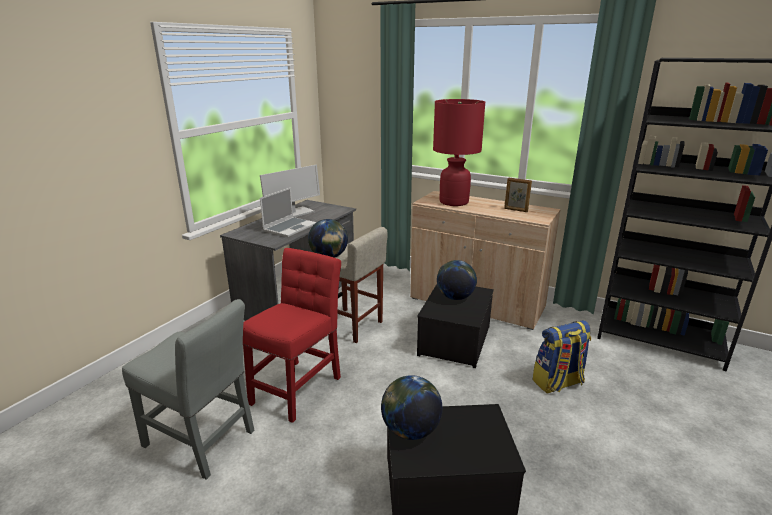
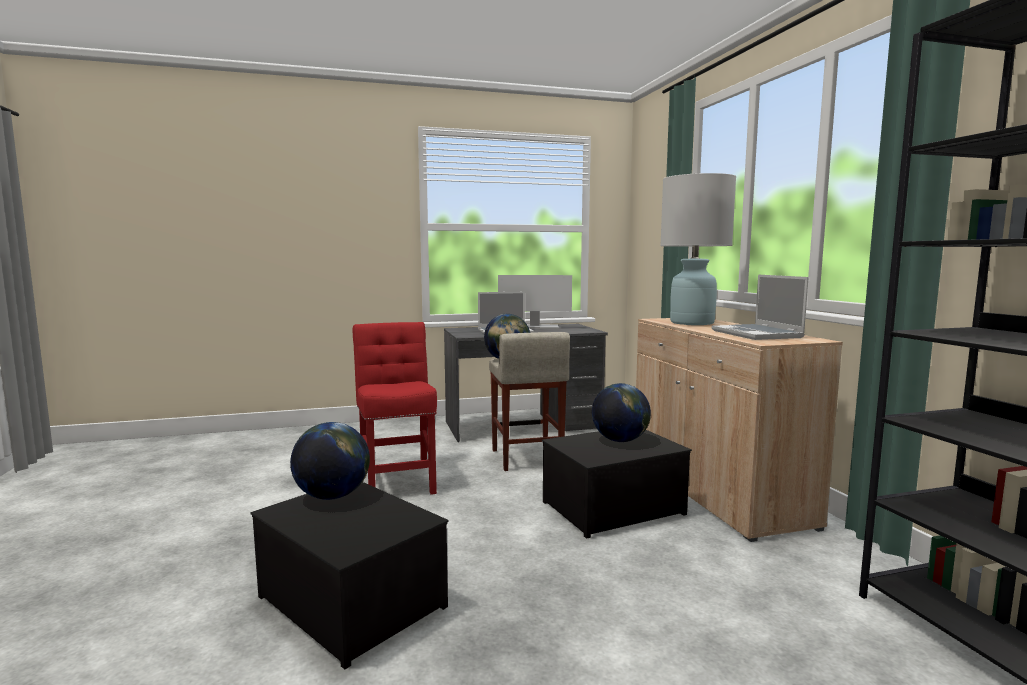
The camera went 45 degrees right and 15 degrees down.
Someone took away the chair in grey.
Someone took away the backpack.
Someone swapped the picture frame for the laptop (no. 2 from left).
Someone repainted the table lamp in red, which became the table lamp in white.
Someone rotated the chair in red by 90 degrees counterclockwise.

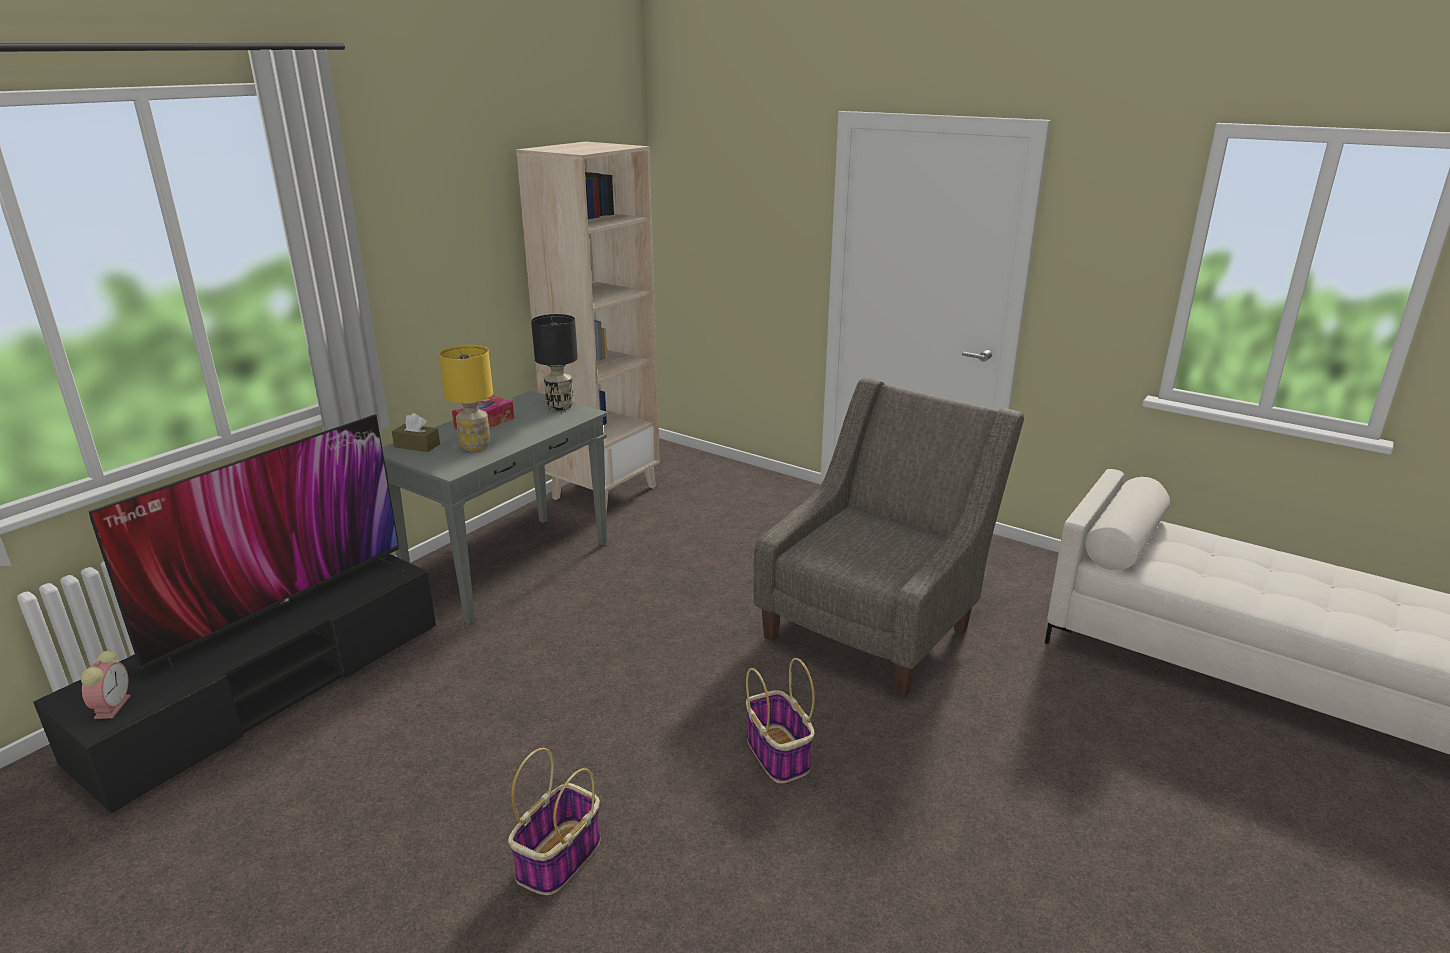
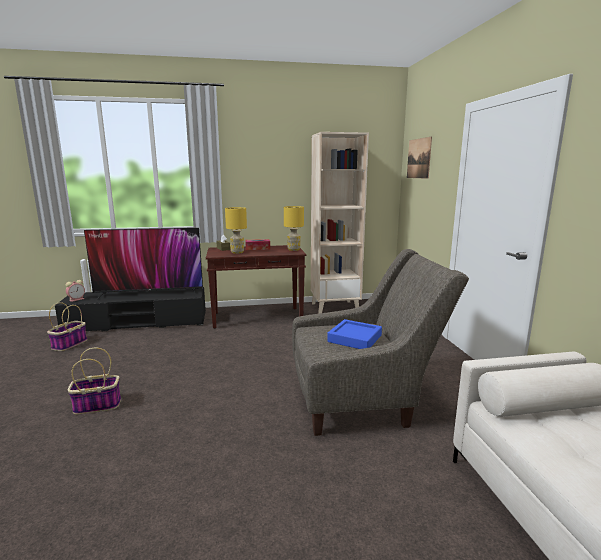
The camera went 45 degrees right and 10 degrees down.
Someone put down the tray in blue.
Someone put up the picture.
Someone carried the basket (no. 2 from left in the first image).
Someone repainted the console table in grey, which became the console table in brown.
Someone repainted the table lamp in black, which became the table lamp in yellow (no. 2 from left).

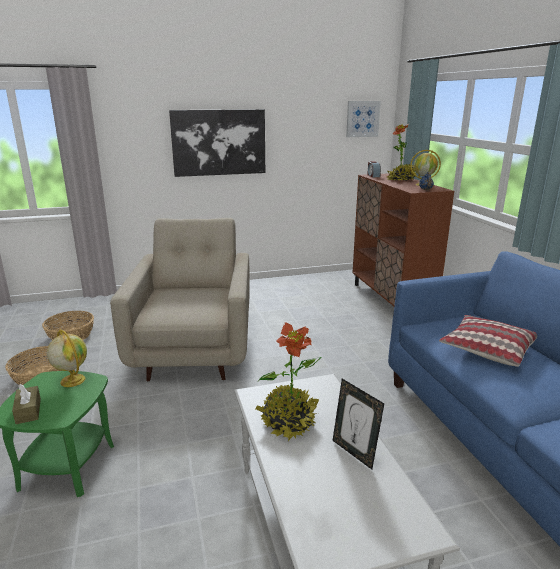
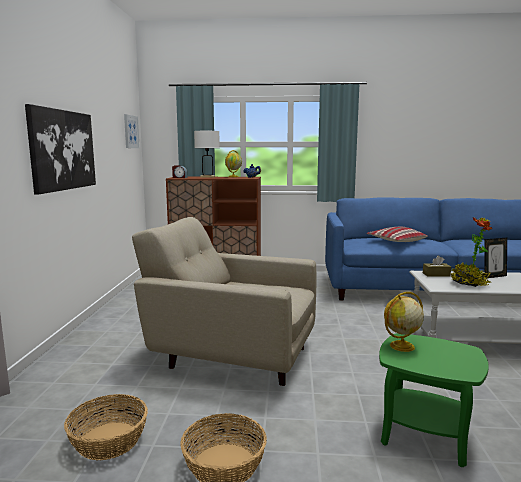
The camera went 70 degrees left and 10 degrees down.
Someone carried the tissue box in brown.
Someone swapped the potted plant (no. 2 from left) for the table lamp in white.

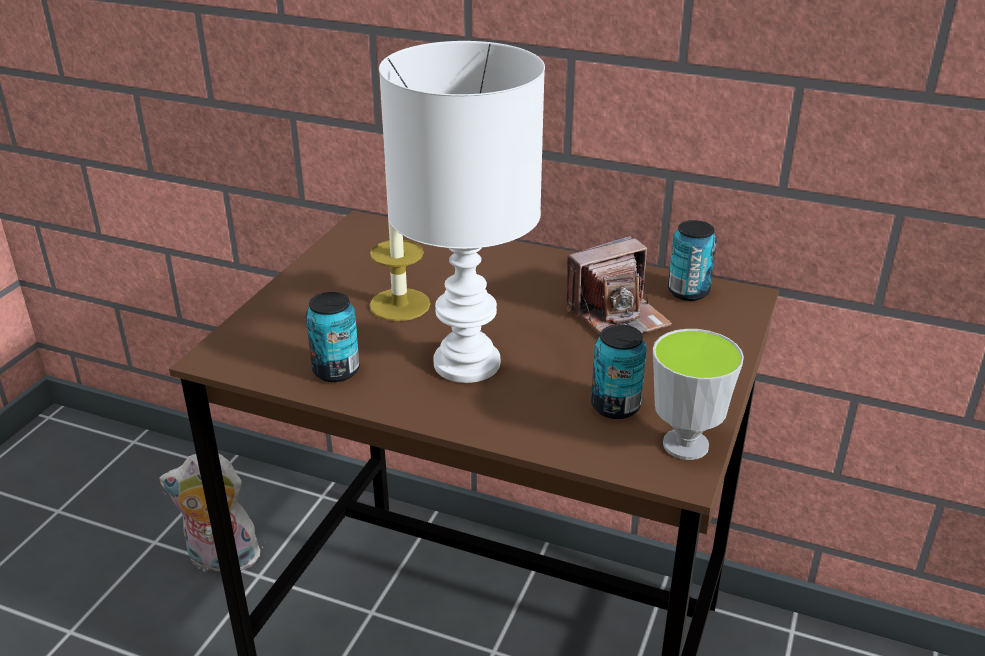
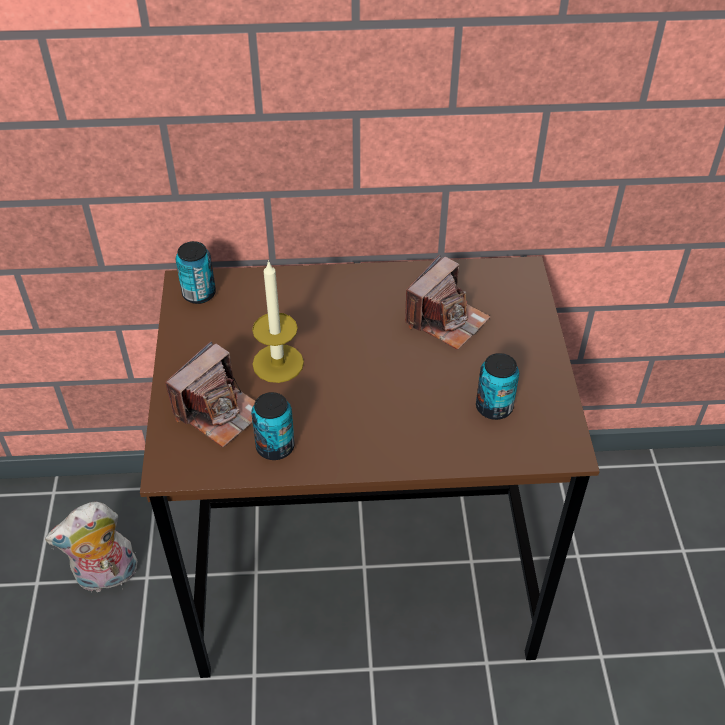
The camera went 25 degrees left and 15 degrees up.
Someone took away the table lamp in white.
Someone took away the cup.
Someone put down the photo camera (no. 1 from left).
Someone carried the can (no. 3 from left in the first image).

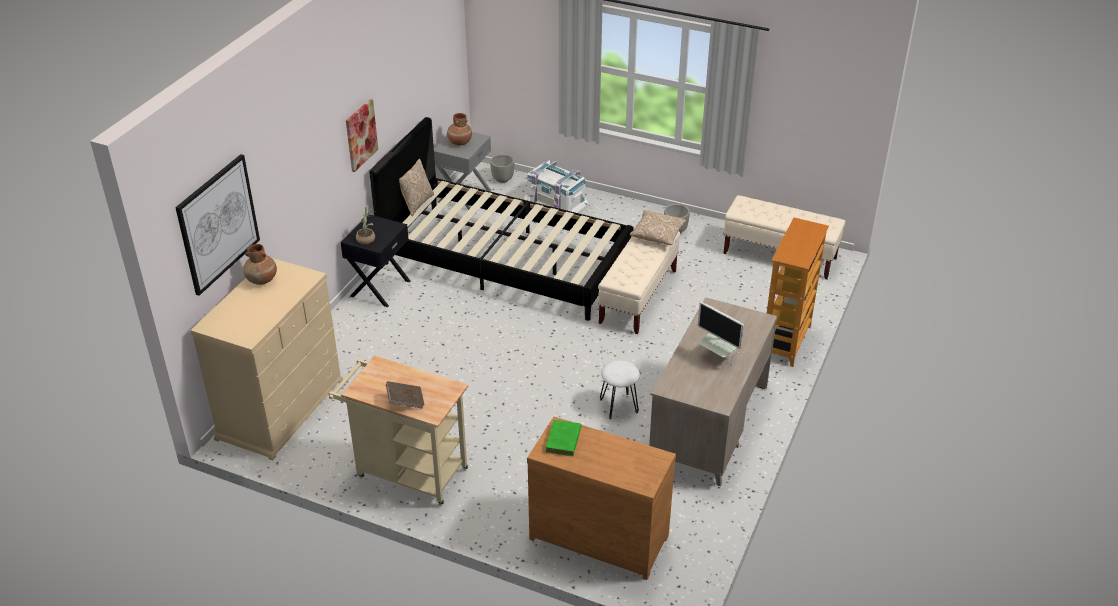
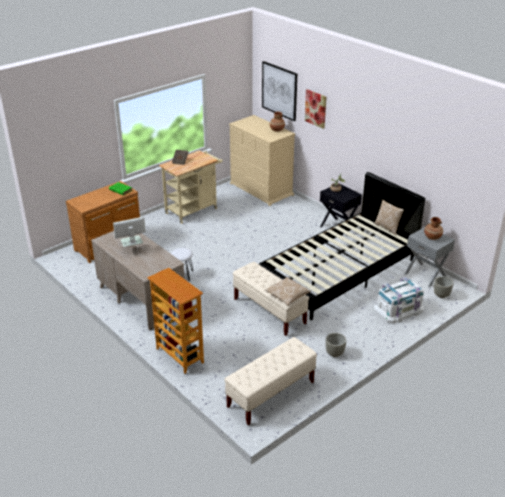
The camera went 115 degrees right and 5 degrees down.
Someone carried the picture (no. 2 from left).

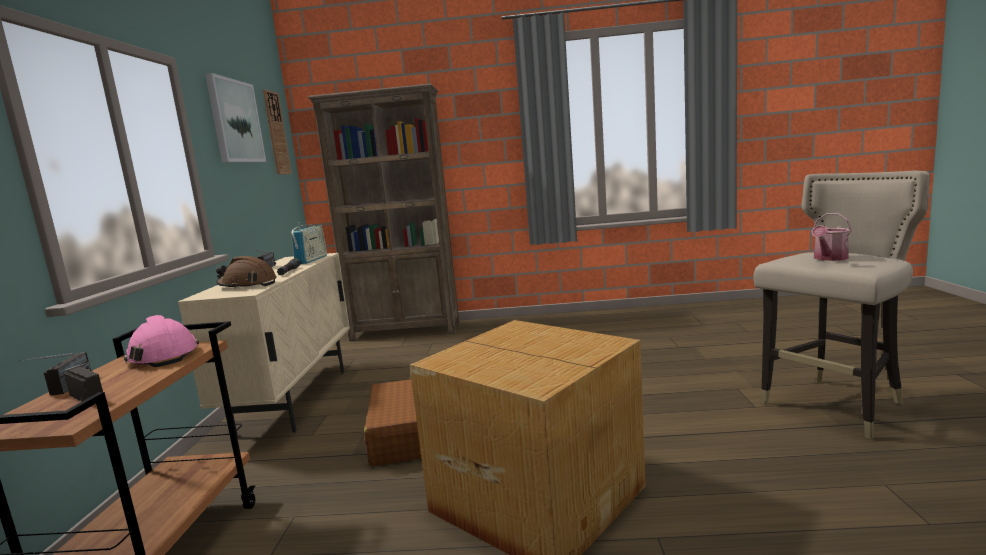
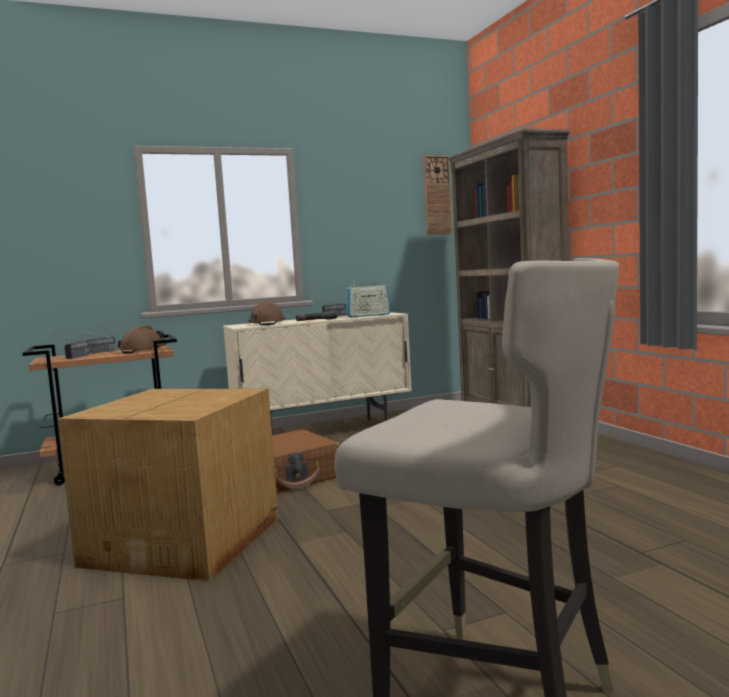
The camera went 65 degrees right and 5 degrees down.
Someone took away the picture.
Someone took away the watering can.
Someone repainted the hard hat in pink, which became the hard hat in brown (no. 1 from left).

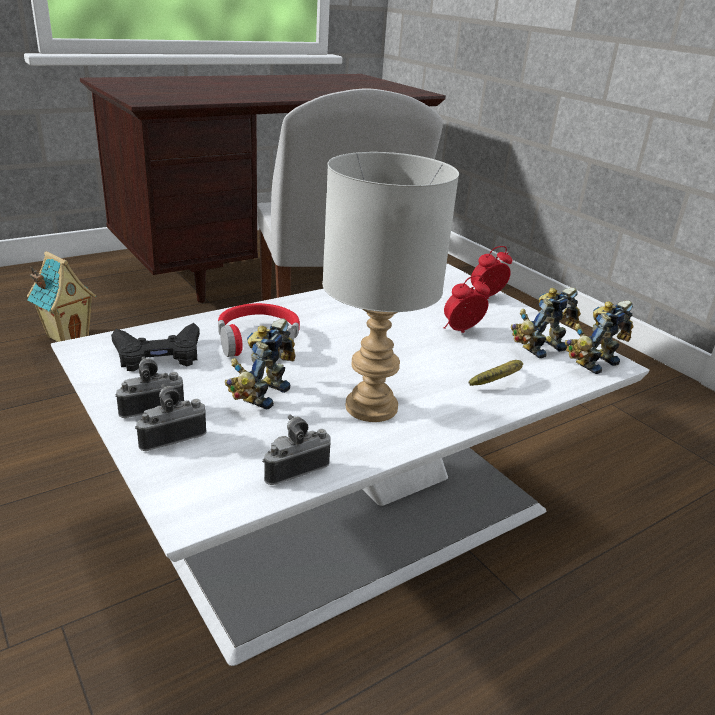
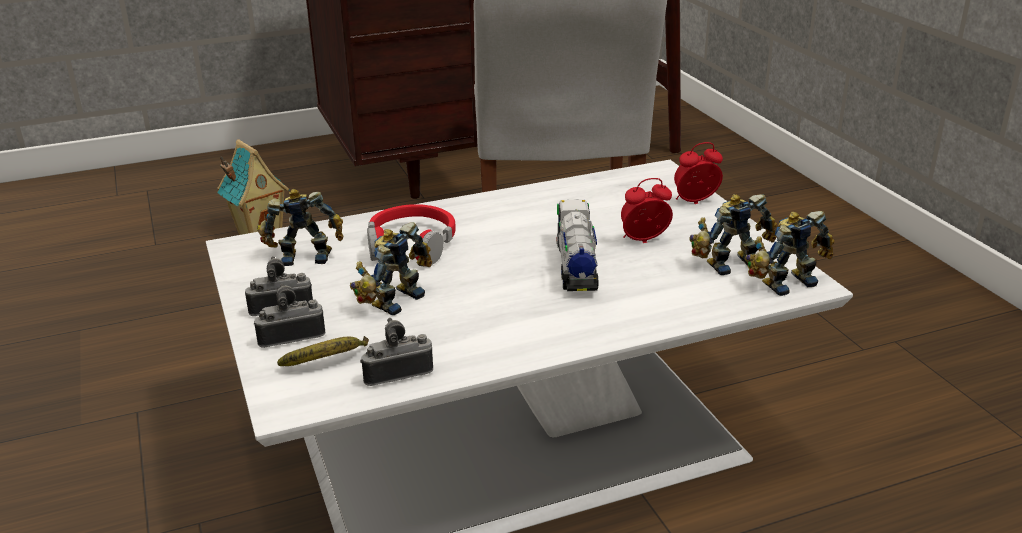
The camera went 15 degrees right and 0 degrees up.
Someone took away the table lamp in grey.
Someone put down the toy truck.
Someone carried the banana.
Someone swapped the game controller in black for the toy robot (no. 1 from left).

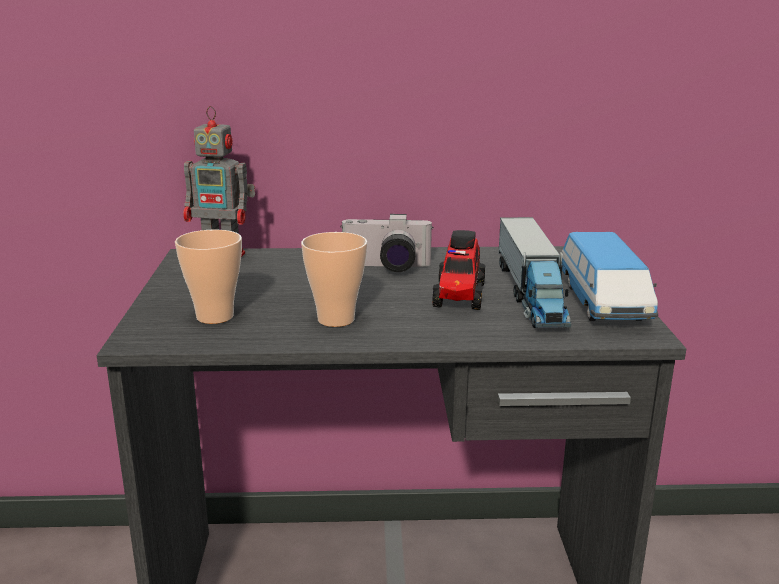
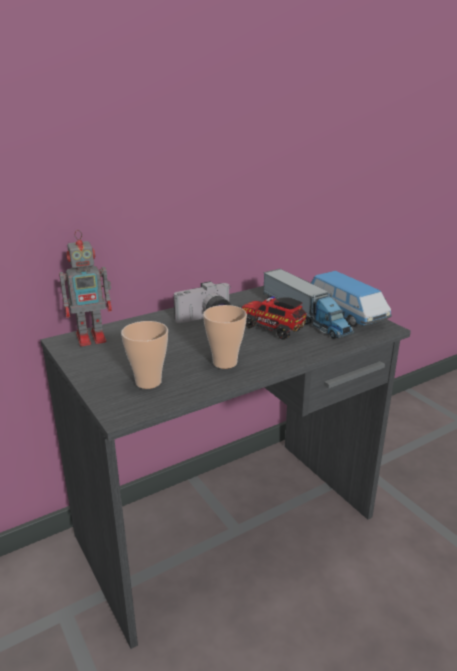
The camera went 30 degrees left and 5 degrees up.
Someone rotated the toy truck (no. 1 from left) by 150 degrees clockwise.

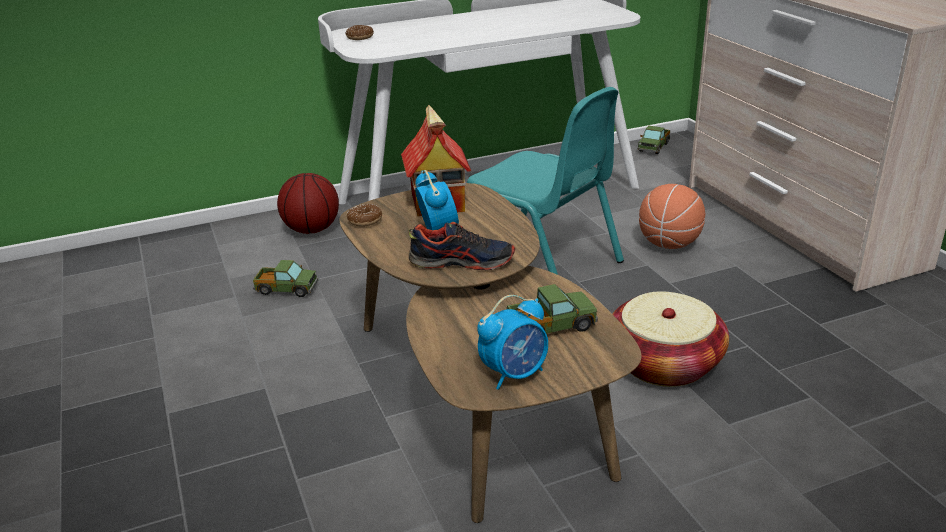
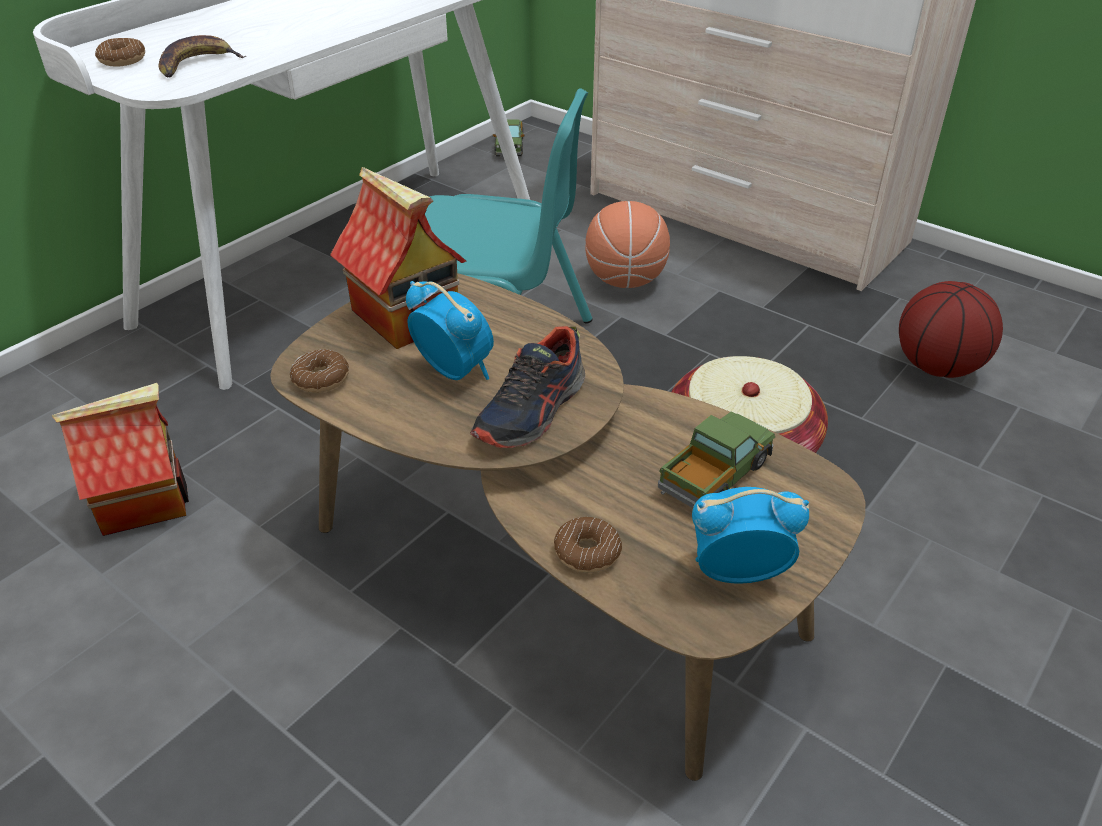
The camera went 30 degrees left and 10 degrees up.
Someone put down the banana.
Someone put down the donut (no. 3 from left).
Someone carried the basketball (no. 1 from left in the first image).
Someone swapped the toy truck (no. 1 from left) for the toy house (no. 1 from left).
Someone rotated the shoe by 150 degrees clockwise.
Someone rotated the alarm clock (no. 2 from left) by 120 degrees counterclockwise.

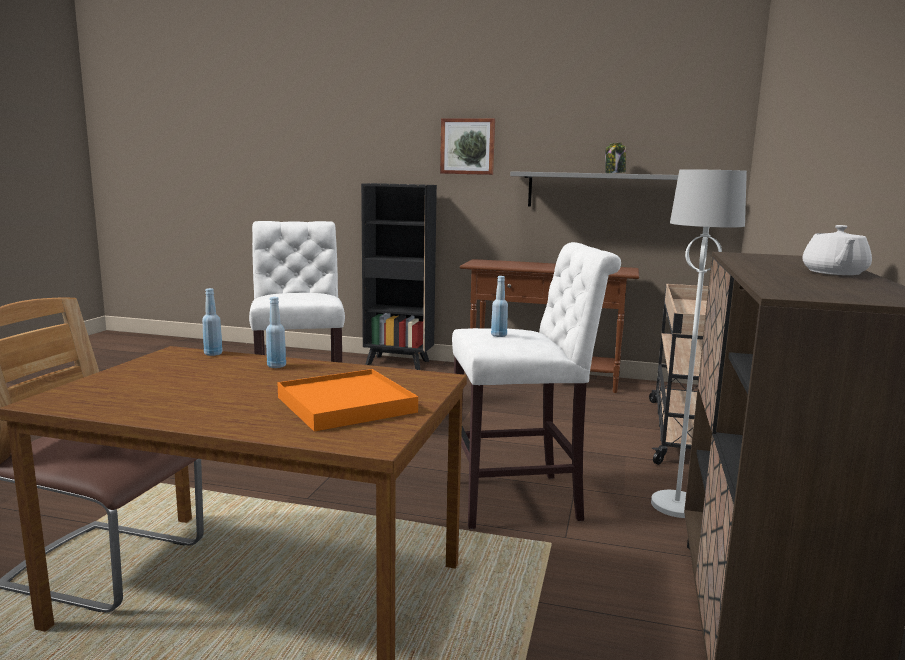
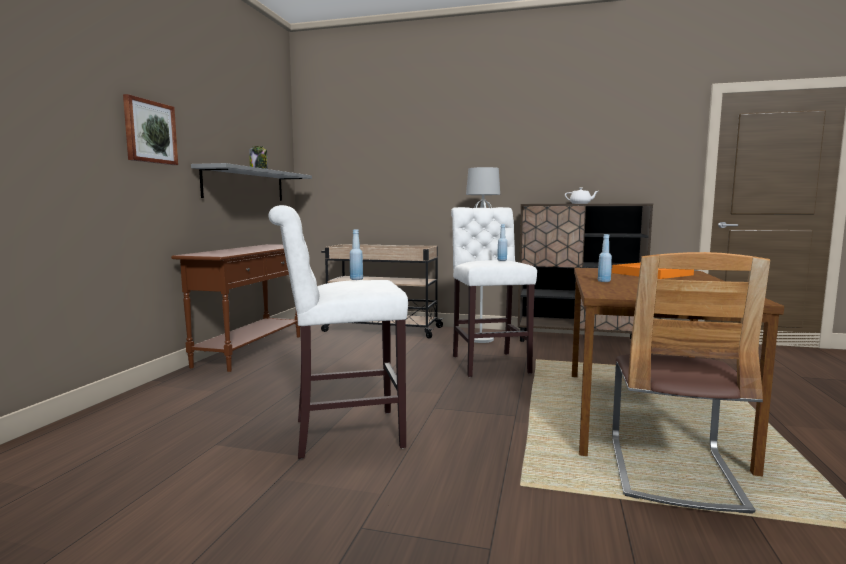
The camera went 90 degrees left and 5 degrees down.
Someone took away the bookcase in black.
Someone carried the bottle in blue (no. 1 from left).

